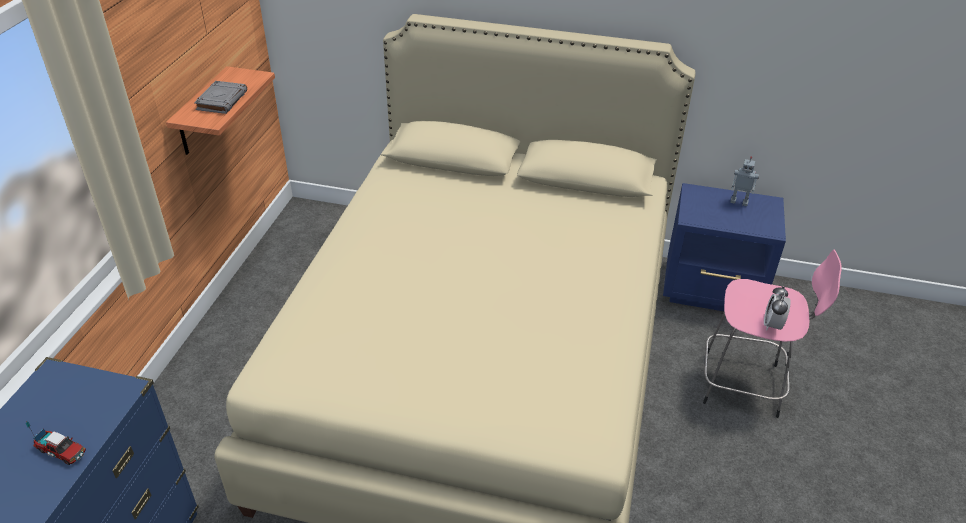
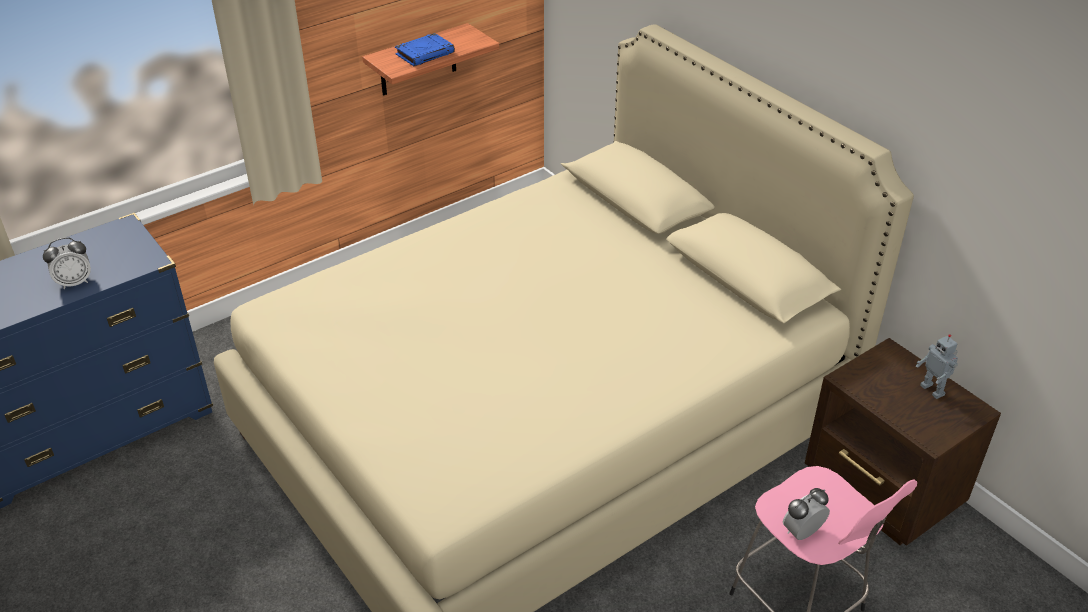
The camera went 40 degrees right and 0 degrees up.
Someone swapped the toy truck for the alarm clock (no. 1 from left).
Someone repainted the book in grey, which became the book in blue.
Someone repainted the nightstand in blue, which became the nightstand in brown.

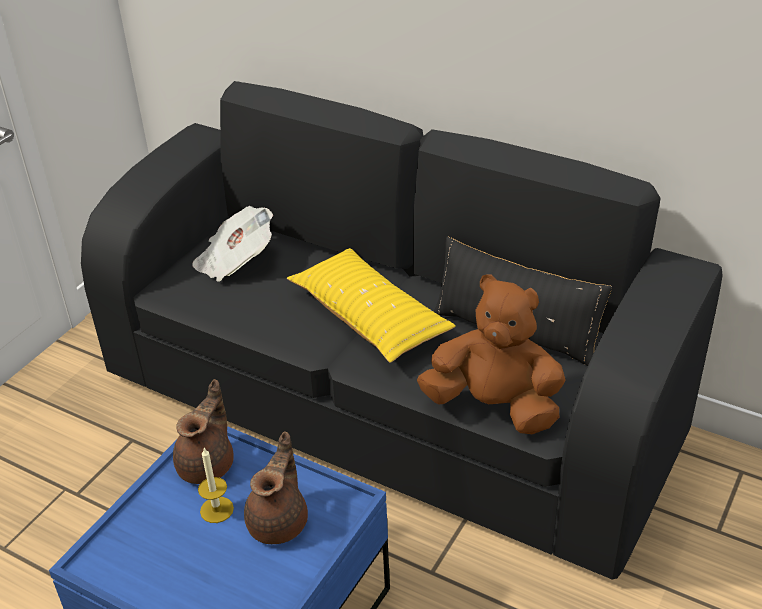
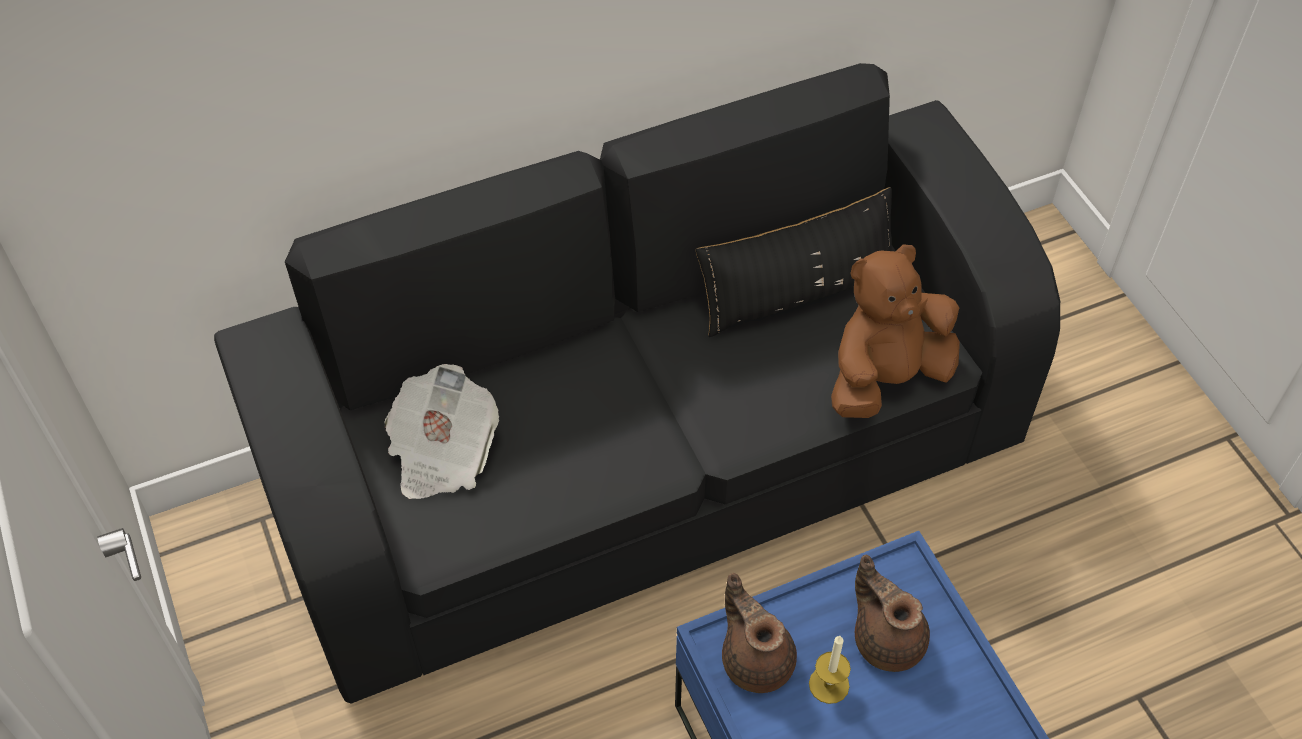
The camera went 55 degrees left and 15 degrees up.
Someone took away the pillow in yellow.

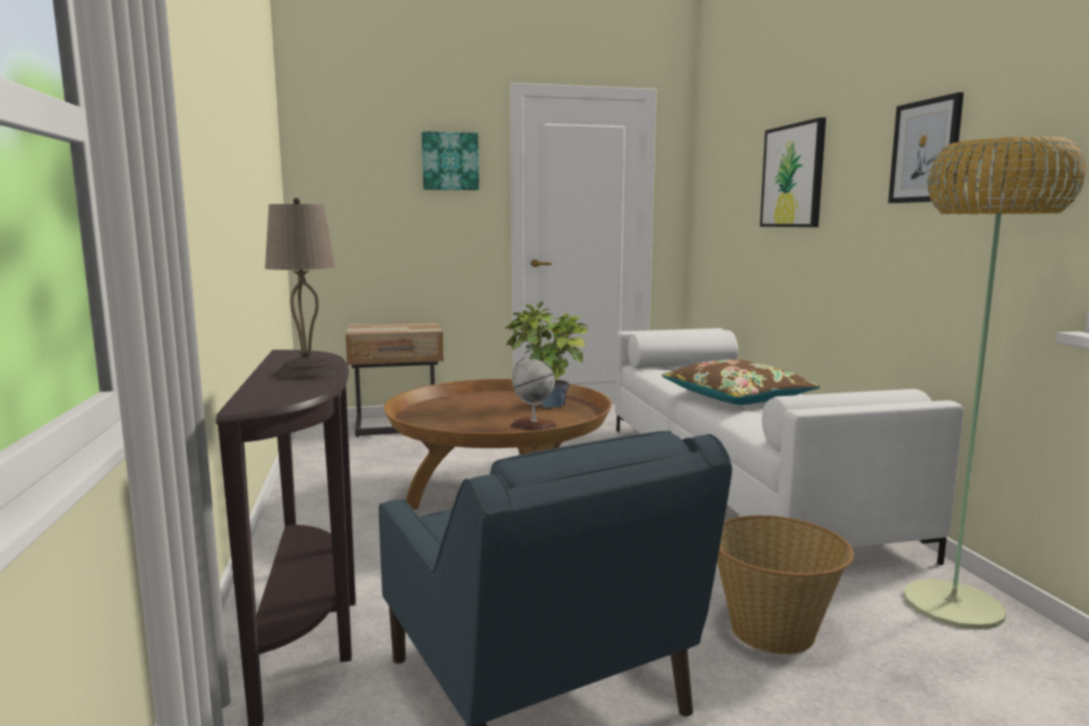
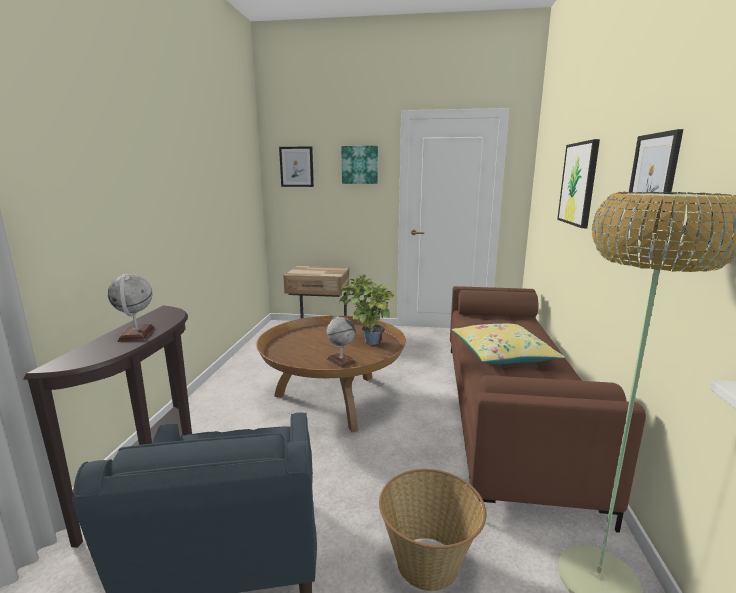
The camera went 20 degrees right and 5 degrees up.
Someone put up the picture (no. 1 from left).
Someone swapped the table lamp in beige for the globe (no. 1 from left).
Someone repainted the sofa in white, which became the sofa in brown.
Someone repainted the pillow in brown, which became the pillow in yellow.

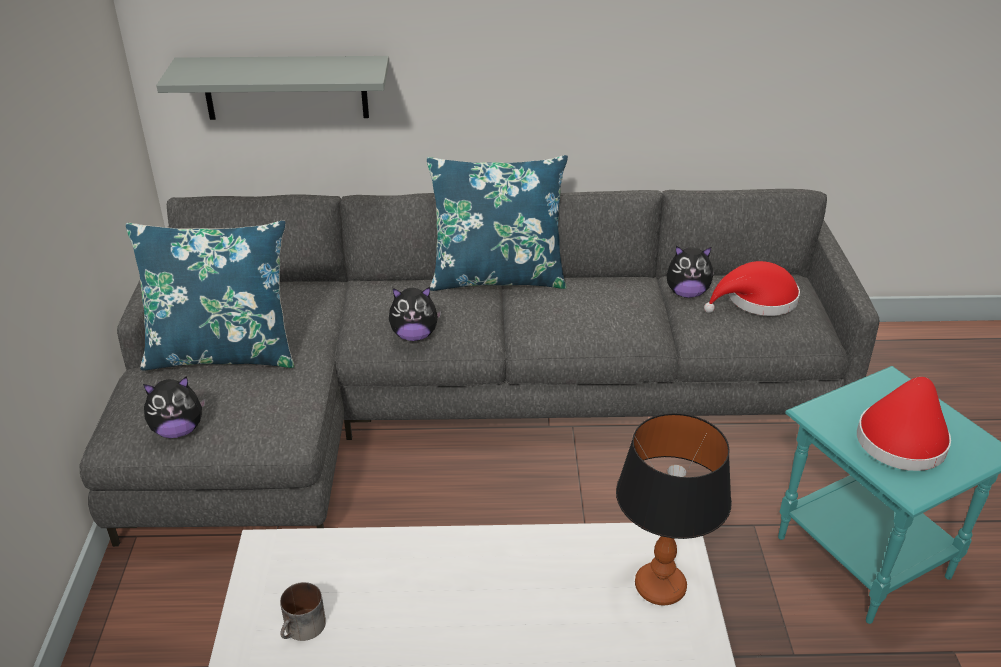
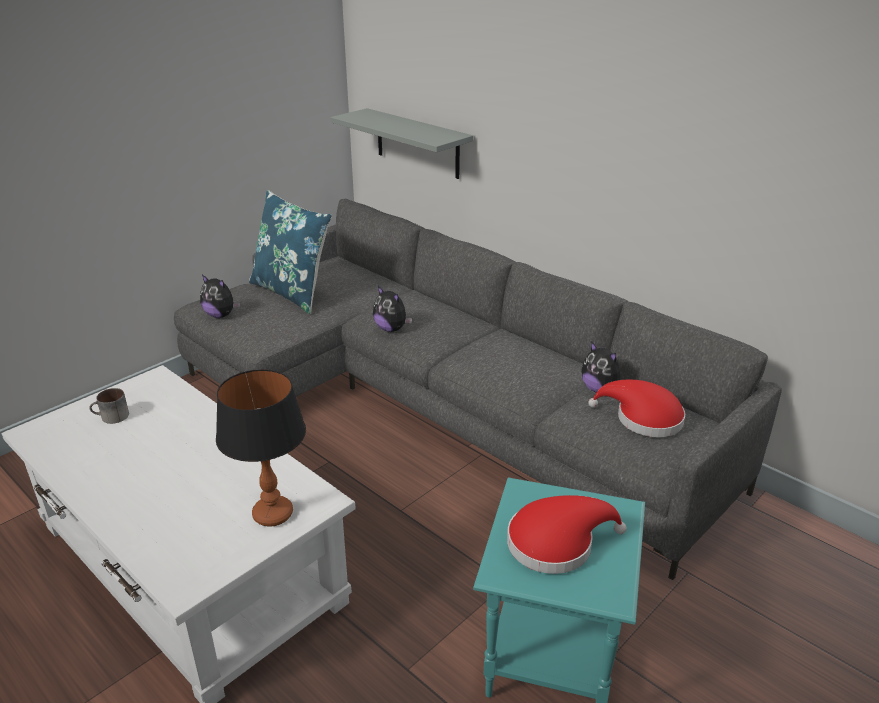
The camera went 45 degrees right and 5 degrees down.
Someone took away the pillow in blue (no. 2 from left).

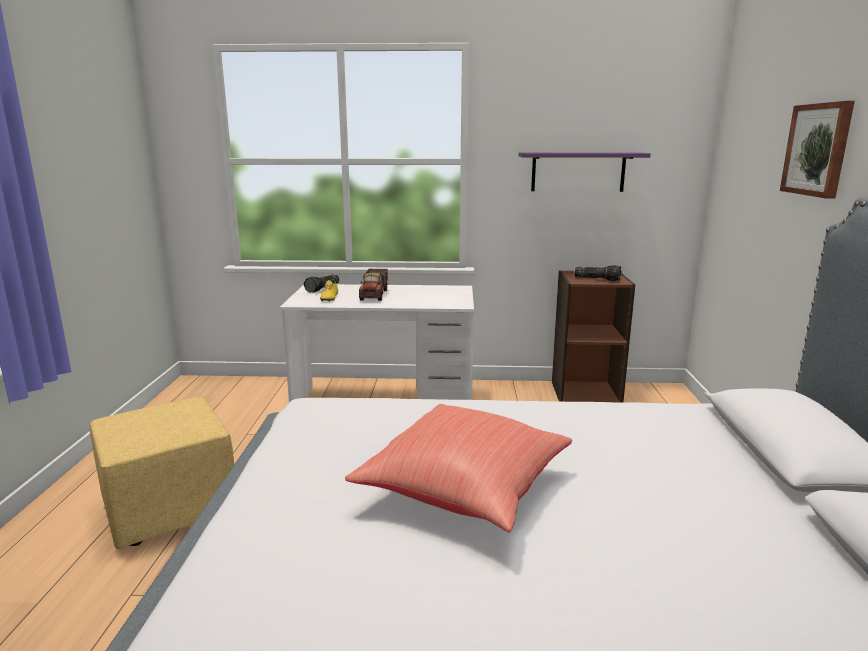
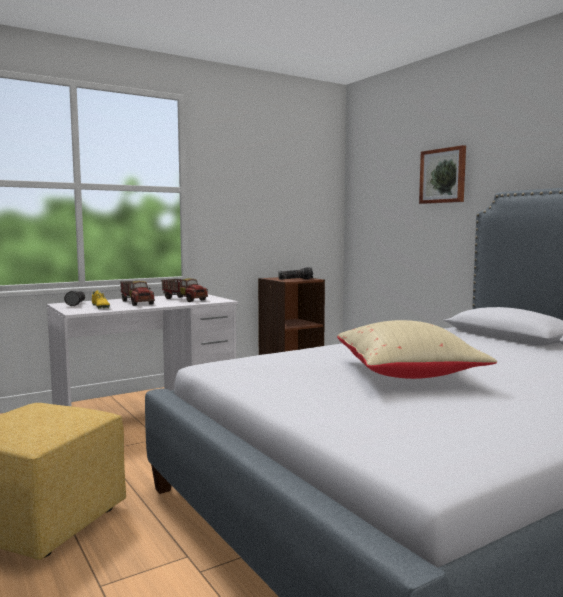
The camera went 35 degrees left and 10 degrees down.
Someone took away the shelf in purple.
Someone put down the toy truck (no. 2 from left).
Someone repainted the pillow in red, which became the pillow in beige.

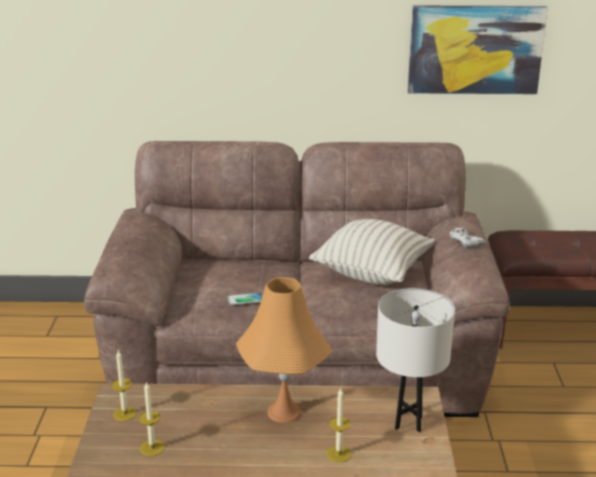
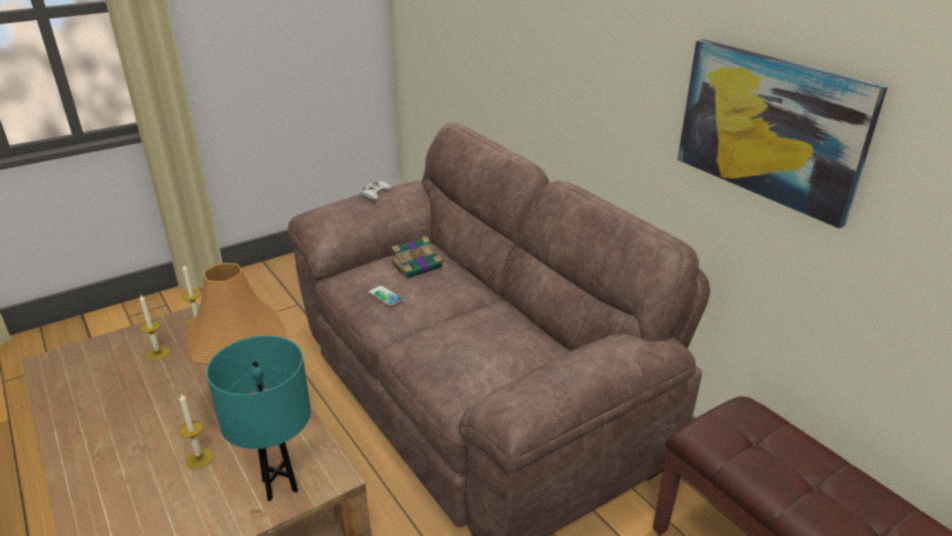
The camera went 55 degrees right and 5 degrees up.
Someone took away the pillow.
Someone put down the book.
Someone carried the game controller in white.
Someone repainted the table lamp in white, which became the table lamp in turquoise.

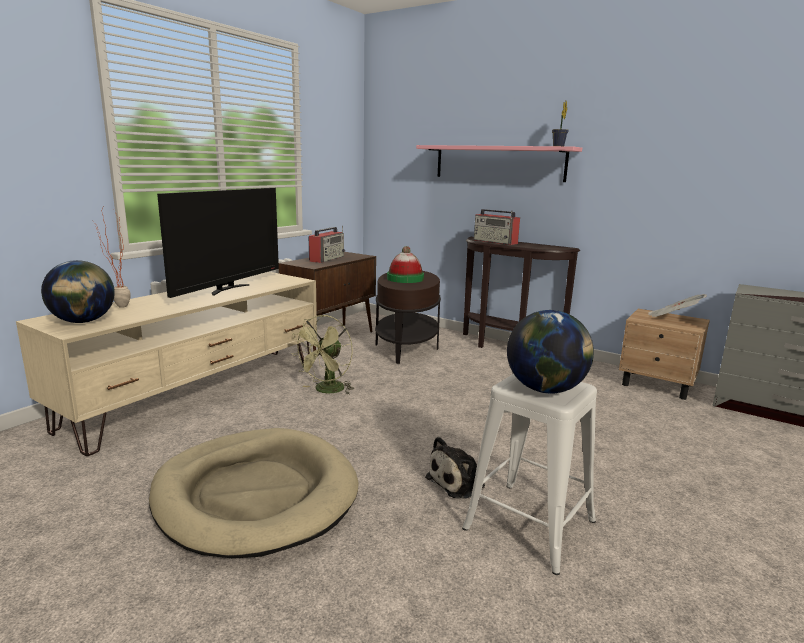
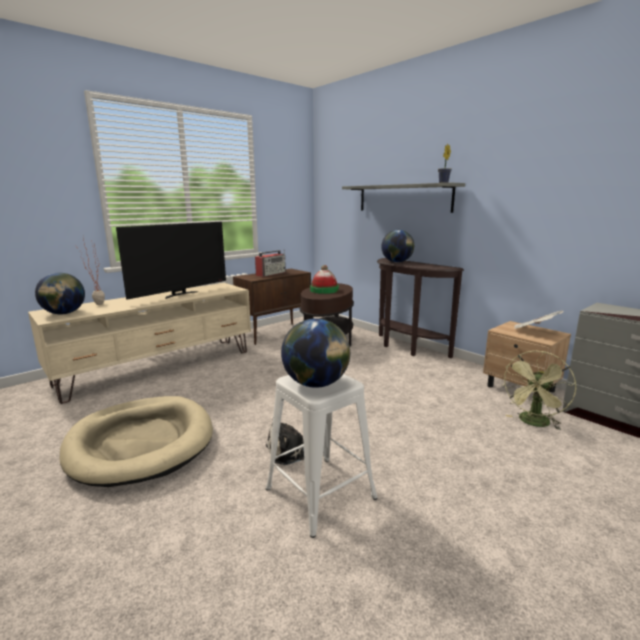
The camera went 15 degrees right and 0 degrees up.
Someone carried the fan in green.
Someone swapped the radio (no. 2 from left) for the globe (no. 3 from left).
Someone repainted the shelf in pink, which became the shelf in grey.

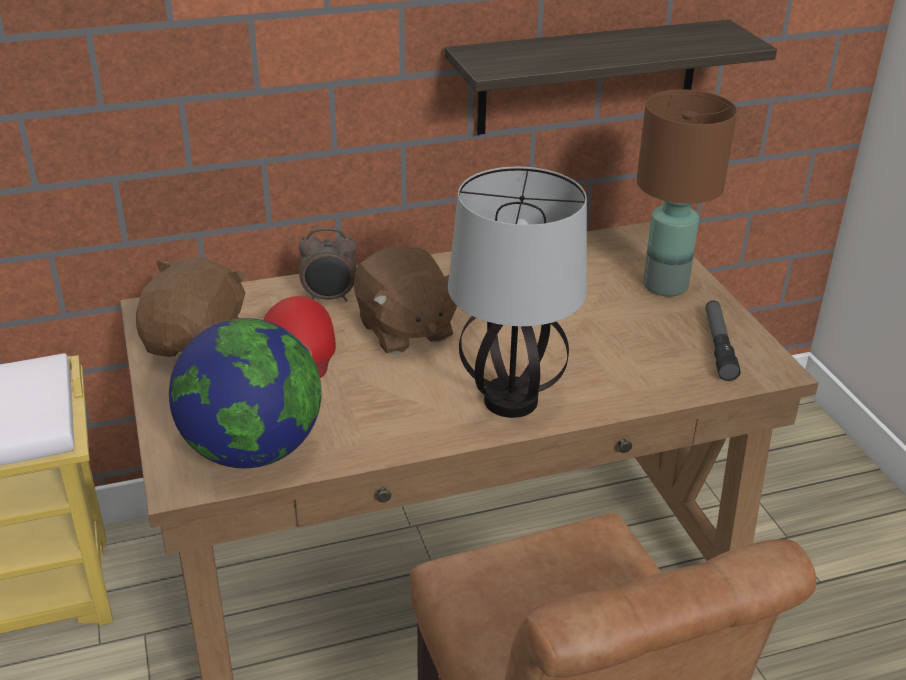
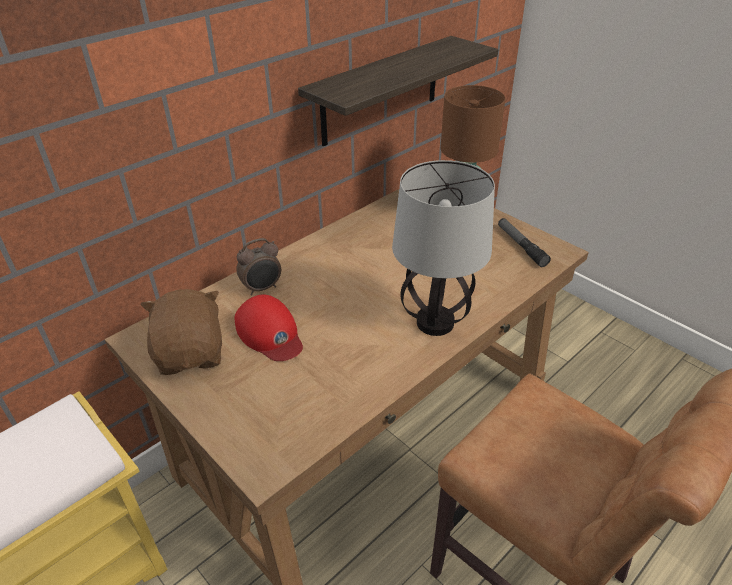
The camera went 25 degrees left and 5 degrees up.
Someone took away the globe.
Someone took away the plush toy in brown (no. 2 from left).

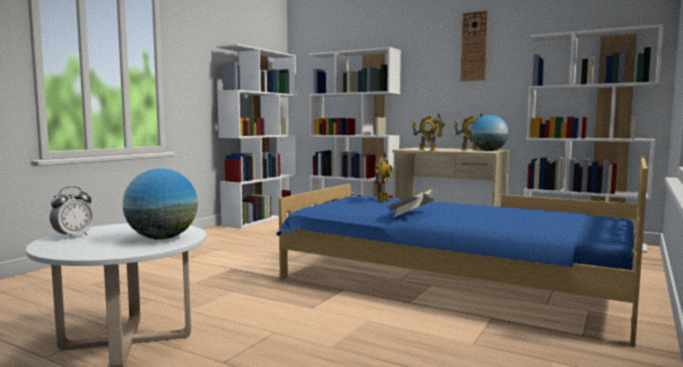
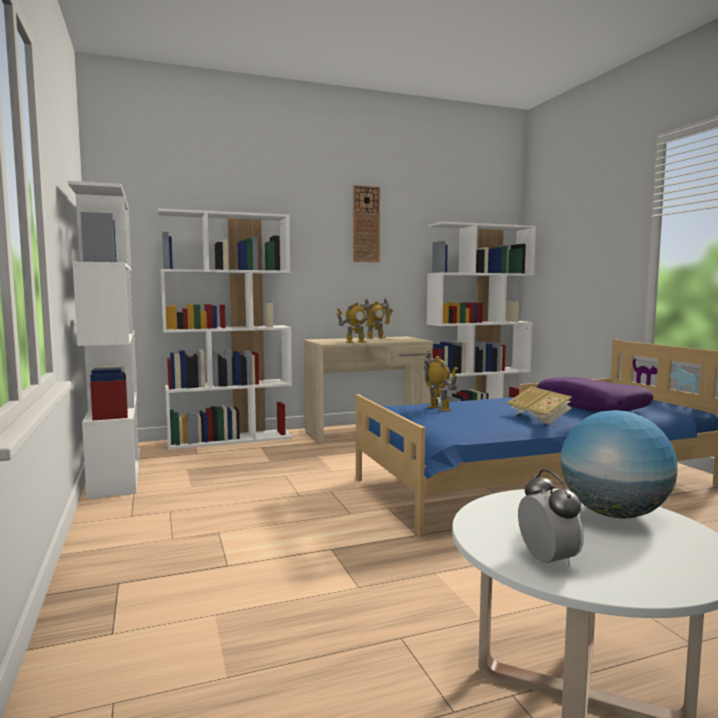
The camera went 50 degrees left and 0 degrees up.
Someone took away the globe (no. 2 from left).
Someone put down the pillow in purple.

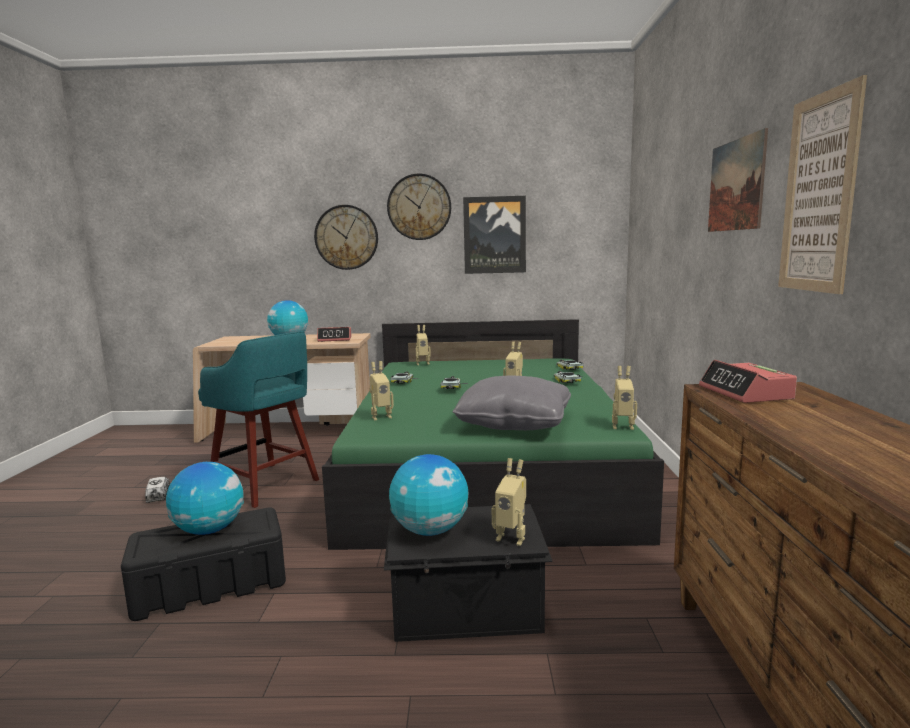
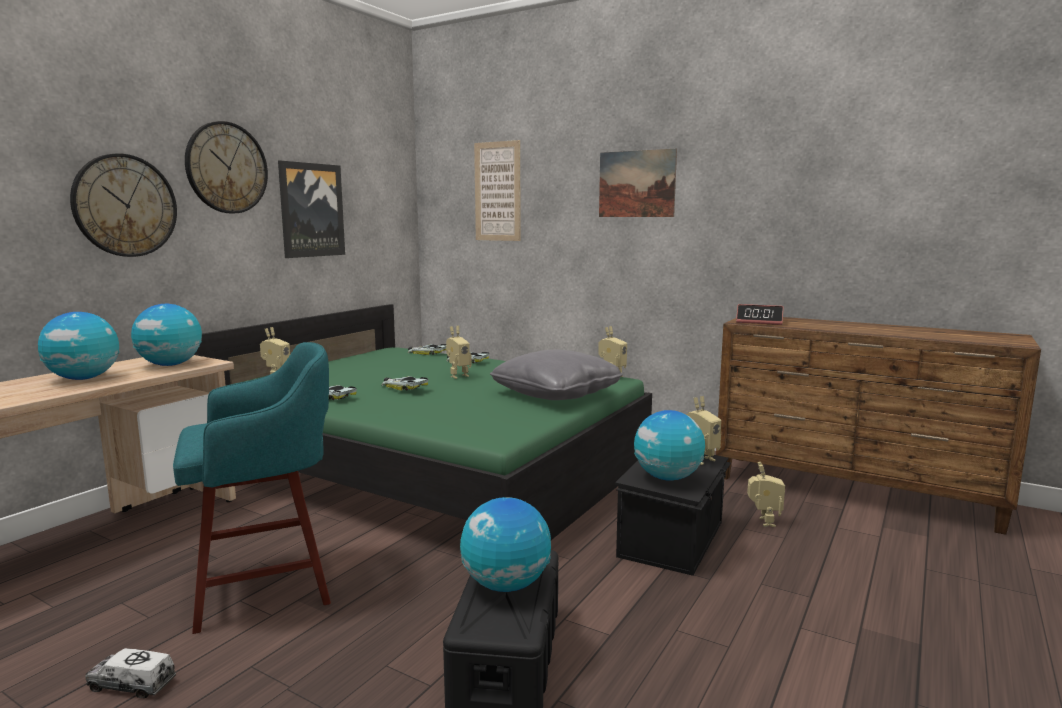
The camera went 60 degrees left and 0 degrees up.
Someone carried the toy robot (no. 1 from left in the first image).
Someone carried the picture (no. 3 from left in the first image).
Someone swapped the alarm clock (no. 1 from left) for the globe (no. 2 from left).

